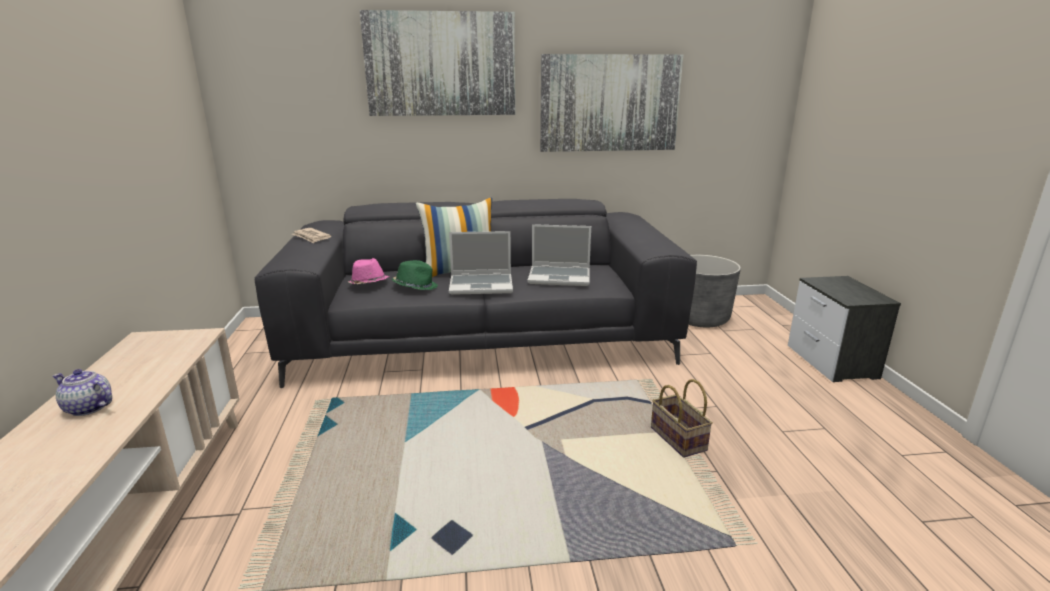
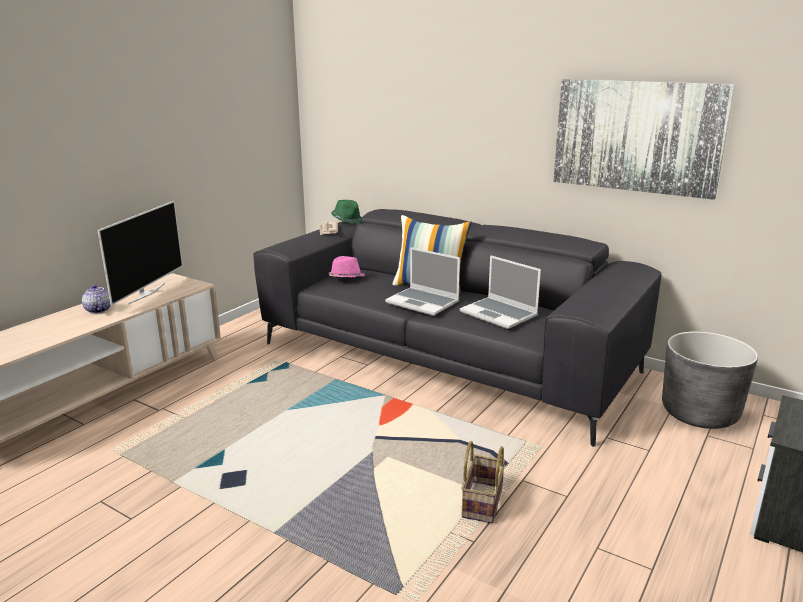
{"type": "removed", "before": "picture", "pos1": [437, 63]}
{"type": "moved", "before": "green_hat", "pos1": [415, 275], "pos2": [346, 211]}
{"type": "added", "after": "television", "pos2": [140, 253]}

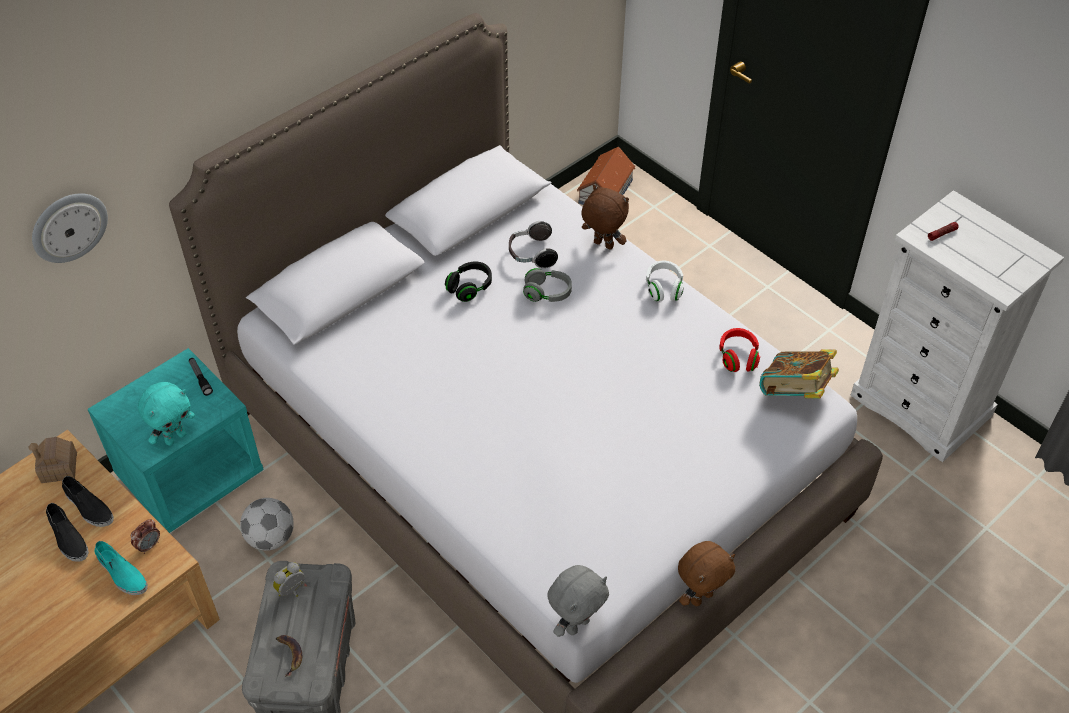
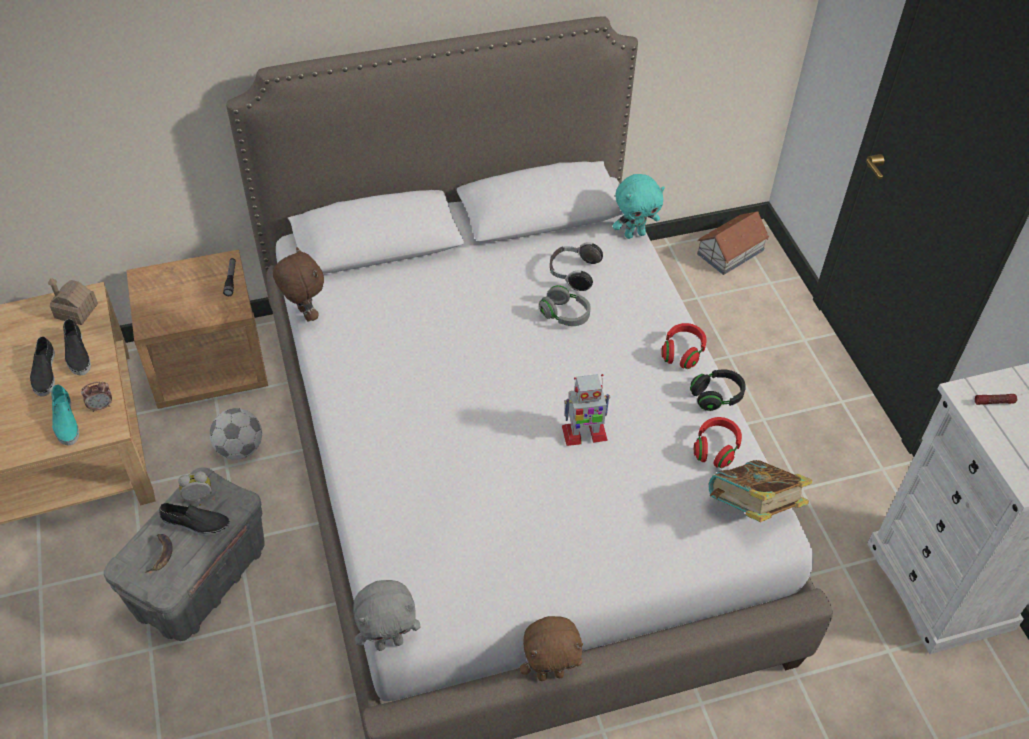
{"type": "removed", "before": "wall_clock", "pos1": [70, 228]}
{"type": "recoloured", "before": "turquoise_nightstand", "after": "brown_nightstand", "pos1": [176, 440], "pos2": [197, 329]}
{"type": "moved", "before": "turquoise_plush_toy", "pos1": [166, 414], "pos2": [638, 206]}
{"type": "moved", "before": "black_headphones", "pos1": [468, 281], "pos2": [718, 390]}
{"type": "moved", "before": "brown_plush_toy", "pos1": [605, 217], "pos2": [298, 284]}
{"type": "recoloured", "before": "white_headphones", "after": "red_headphones", "pos1": [665, 281], "pos2": [684, 346]}
{"type": "added", "after": "black_shoe", "pos2": [195, 519]}
{"type": "added", "after": "toy_robot", "pos2": [586, 410]}

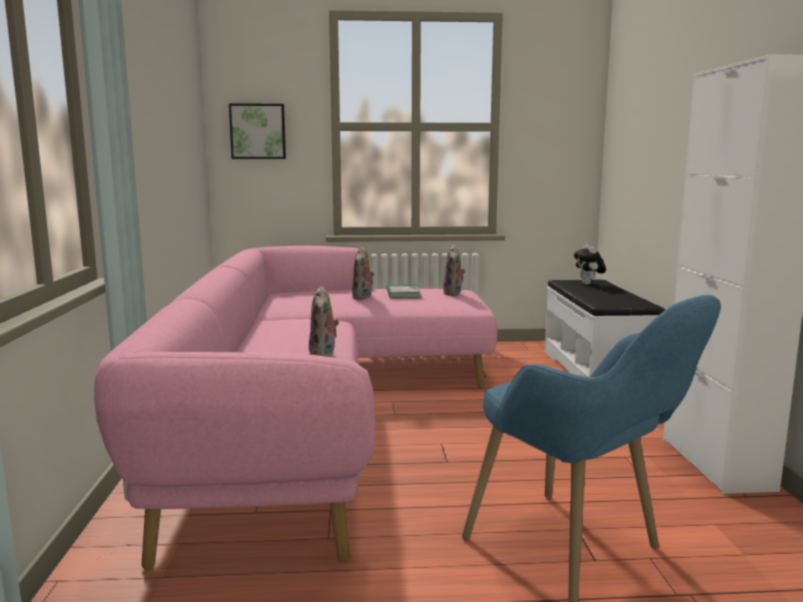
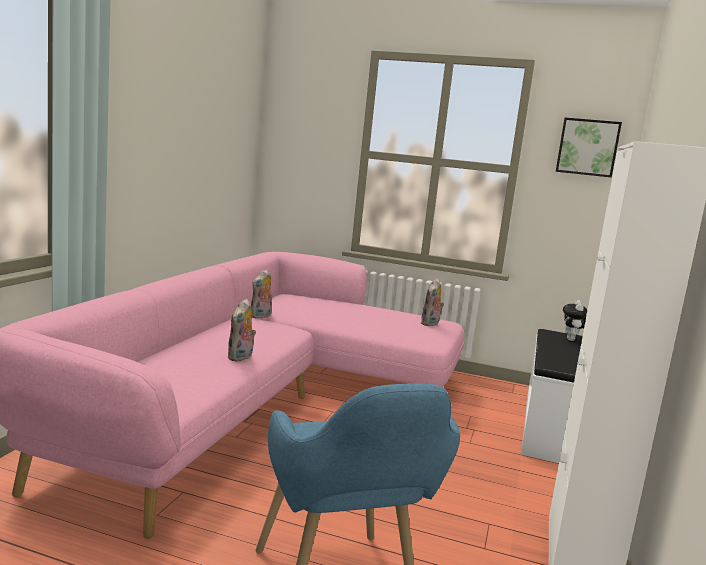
{"type": "moved", "before": "picture", "pos1": [257, 131], "pos2": [589, 148]}
{"type": "moved", "before": "plush_toy", "pos1": [363, 273], "pos2": [262, 294]}
{"type": "removed", "before": "book", "pos1": [404, 291]}

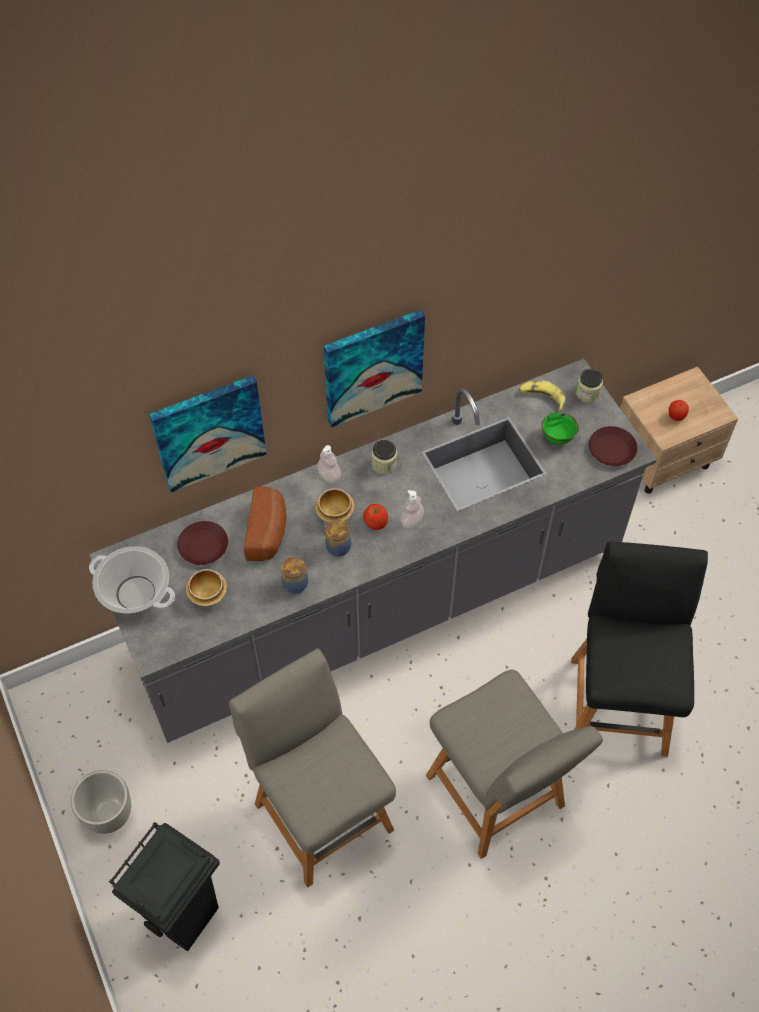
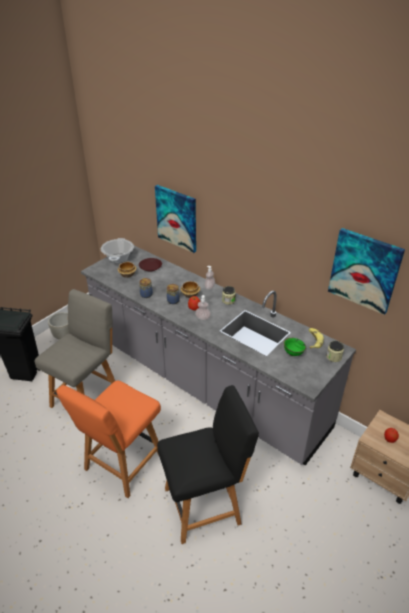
{"type": "removed", "before": "bread", "pos1": [265, 523]}
{"type": "moved", "before": "picture", "pos1": [374, 368], "pos2": [366, 271]}
{"type": "recoloured", "before": "grey_chair", "after": "orange_chair", "pos1": [514, 764], "pos2": [108, 439]}
{"type": "removed", "before": "brown_plate", "pos1": [613, 446]}

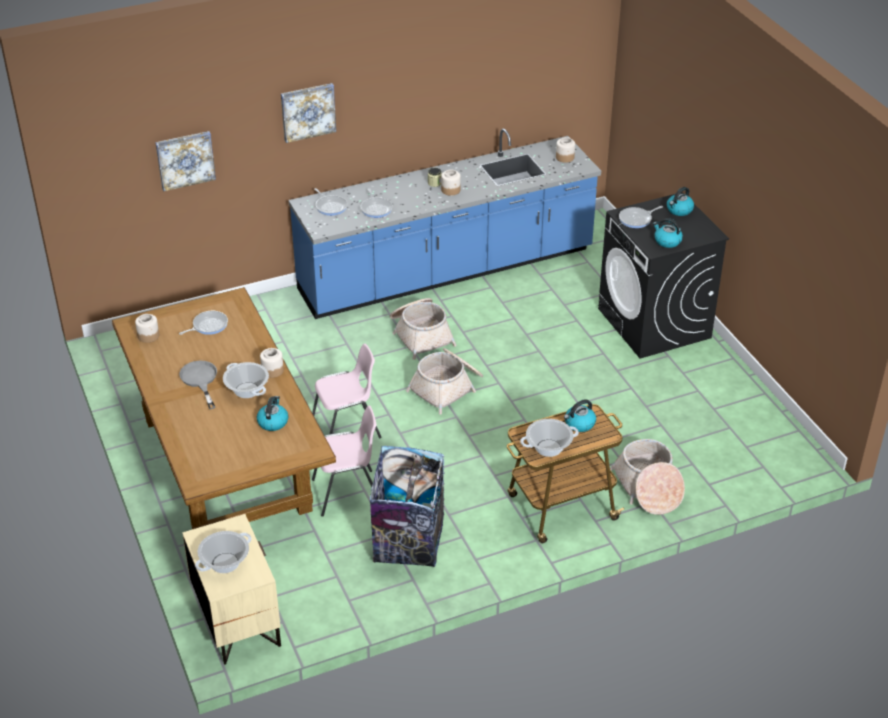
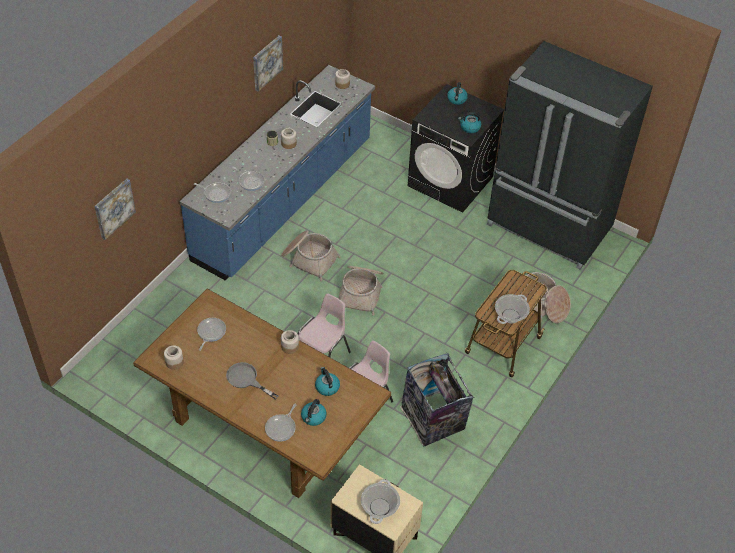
{"type": "removed", "before": "cooking_pot", "pos1": [246, 380]}
{"type": "moved", "before": "picture", "pos1": [308, 113], "pos2": [268, 64]}
{"type": "moved", "before": "kettle", "pos1": [580, 415], "pos2": [314, 412]}
{"type": "moved", "before": "frying_pan", "pos1": [641, 217], "pos2": [281, 422]}
{"type": "added", "after": "black_fridge", "pos2": [570, 155]}

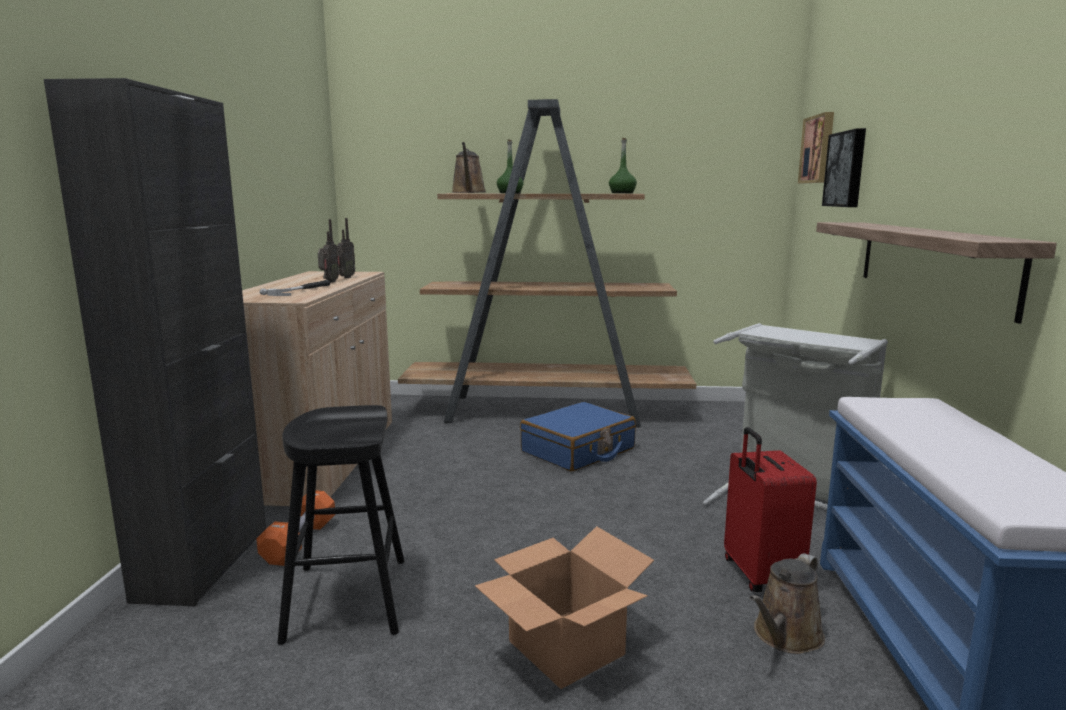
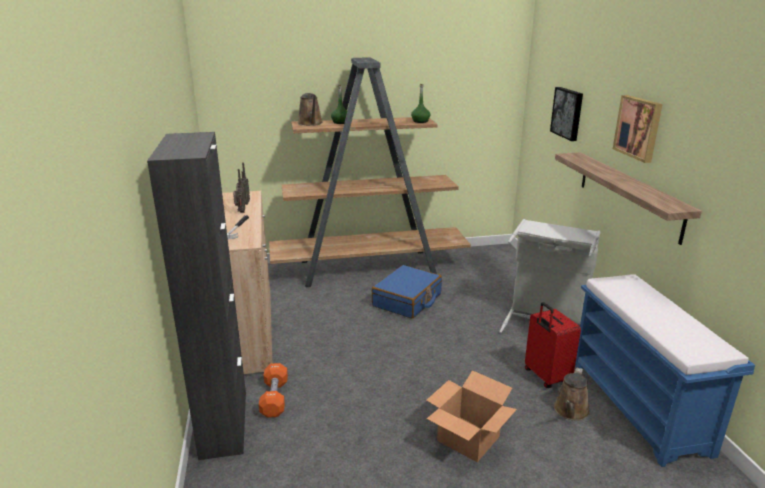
{"type": "removed", "before": "black_stool", "pos1": [340, 525]}
{"type": "moved", "before": "picture", "pos1": [816, 147], "pos2": [638, 129]}

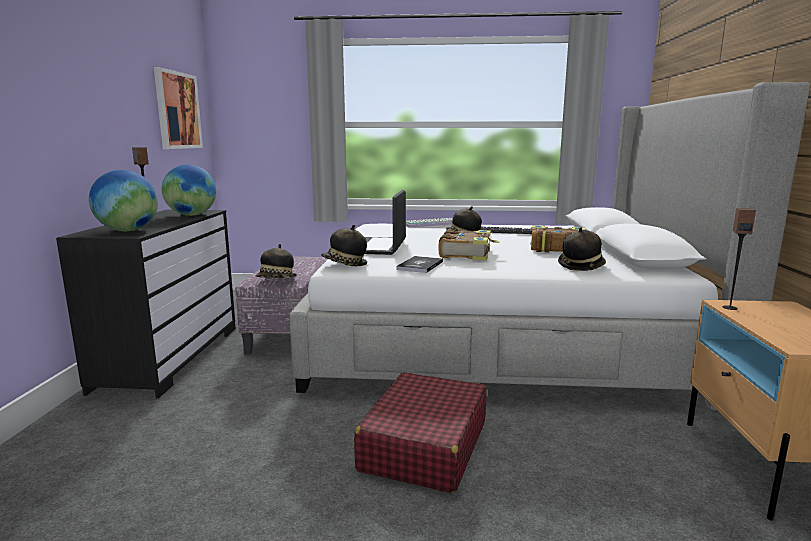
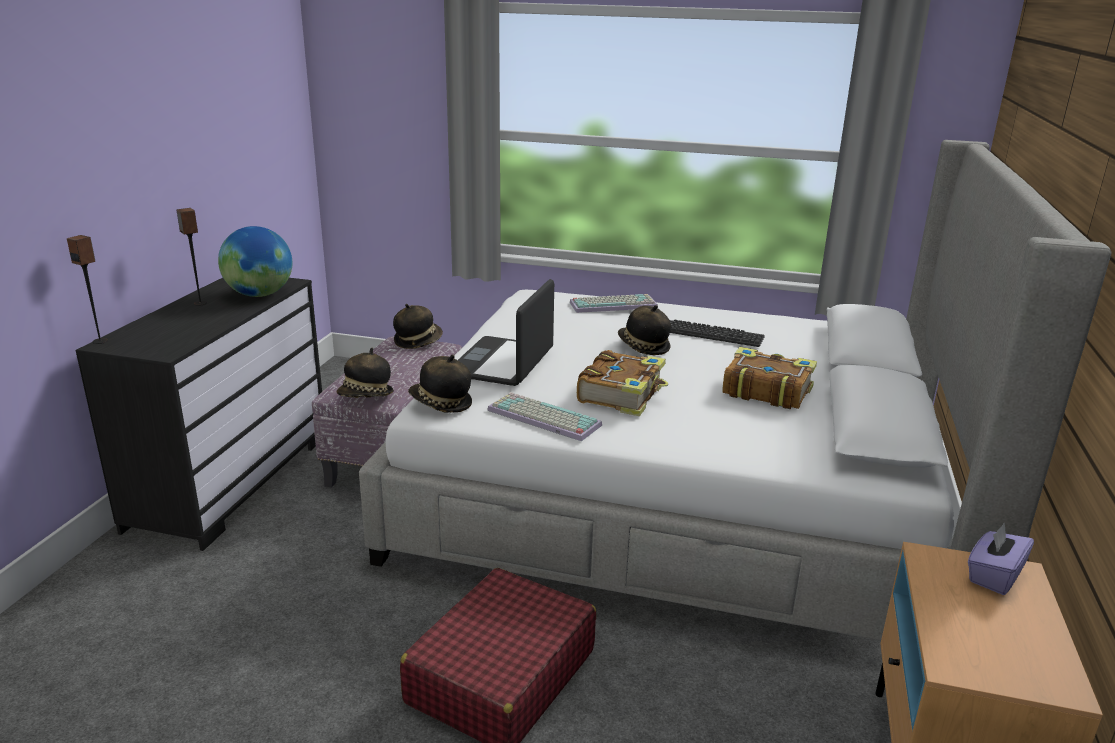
{"type": "removed", "before": "globe", "pos1": [123, 200]}
{"type": "removed", "before": "picture", "pos1": [178, 108]}
{"type": "replaced", "before": "book", "after": "keyboard", "pos1": [419, 264], "pos2": [544, 416]}
{"type": "moved", "before": "hat", "pos1": [582, 249], "pos2": [418, 326]}
{"type": "moved", "before": "speaker", "pos1": [739, 259], "pos2": [87, 289]}
{"type": "added", "after": "purple_tissue_box", "pos2": [1001, 558]}

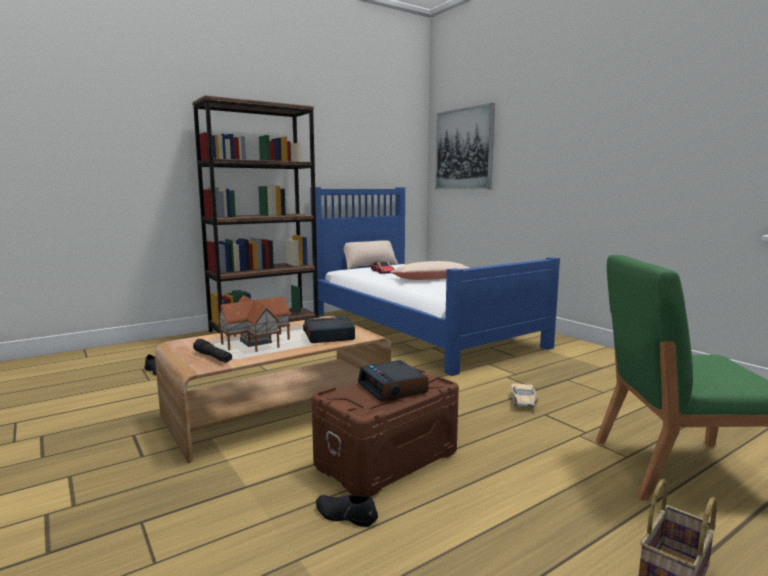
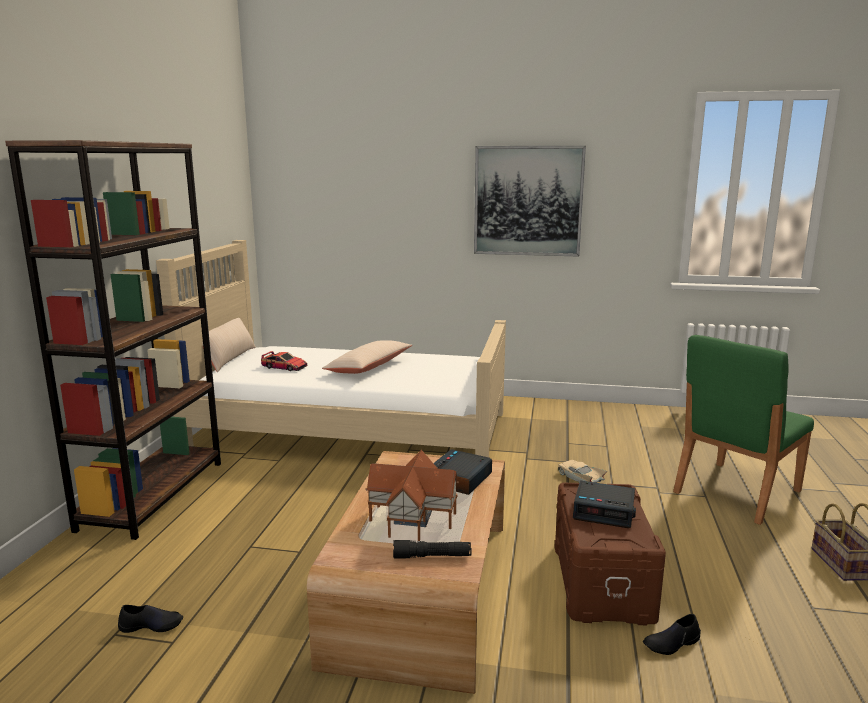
{"type": "recoloured", "before": "blue_bed", "after": "beige_bed", "pos1": [435, 281], "pos2": [331, 348]}
{"type": "moved", "before": "picture", "pos1": [465, 146], "pos2": [530, 201]}

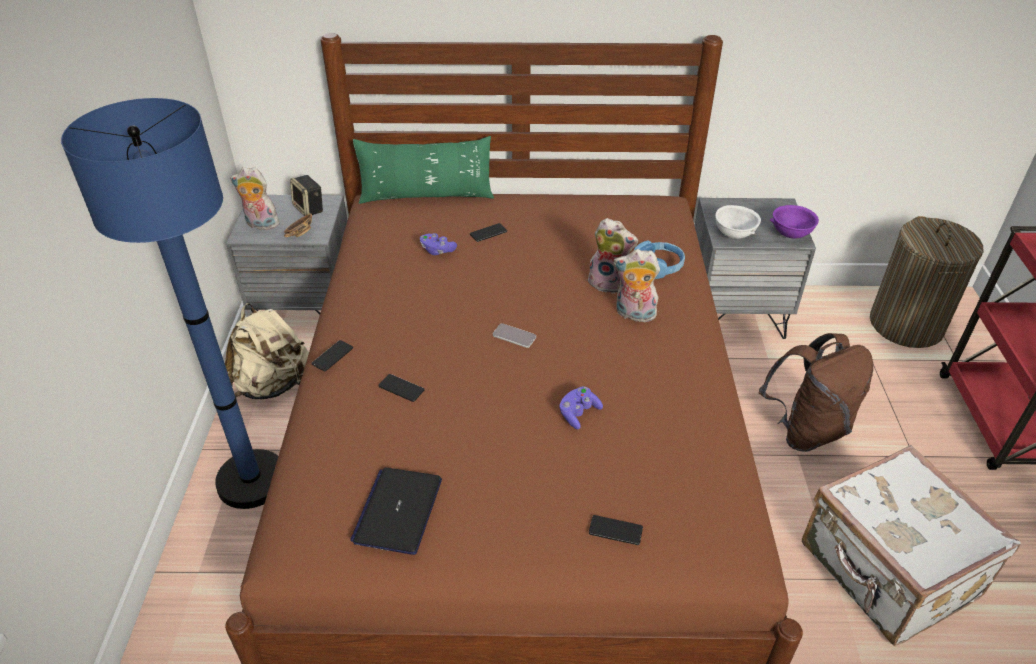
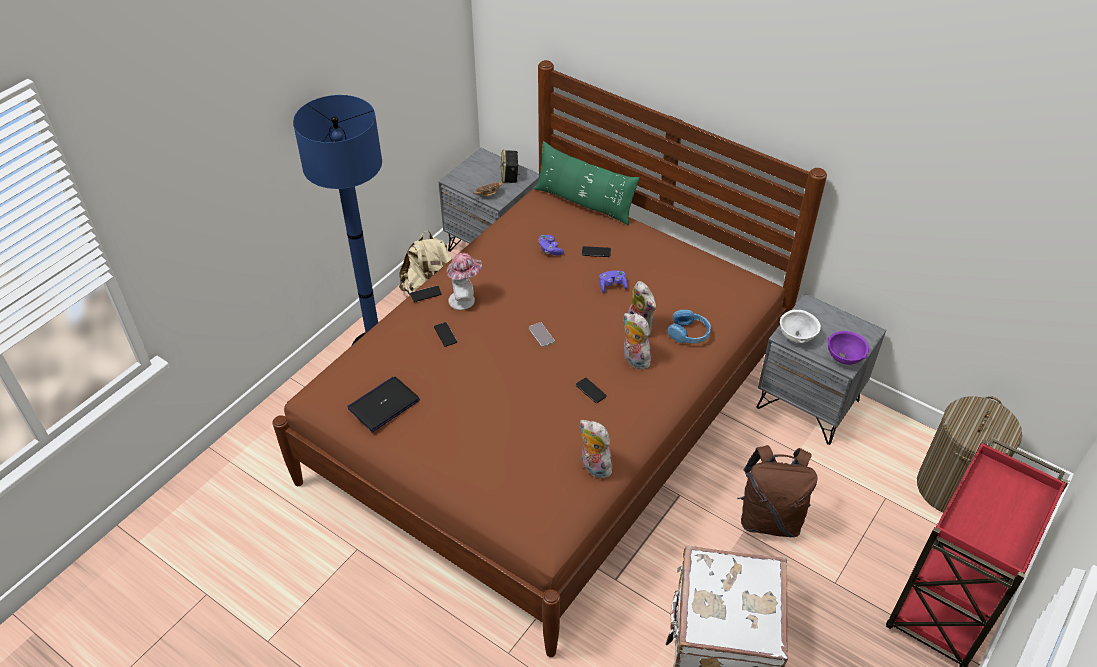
{"type": "moved", "before": "plush_toy", "pos1": [255, 198], "pos2": [596, 449]}
{"type": "moved", "before": "purple_game_controller", "pos1": [581, 407], "pos2": [613, 281]}
{"type": "moved", "before": "phone", "pos1": [616, 530], "pos2": [591, 390]}
{"type": "added", "after": "hat", "pos2": [464, 281]}

